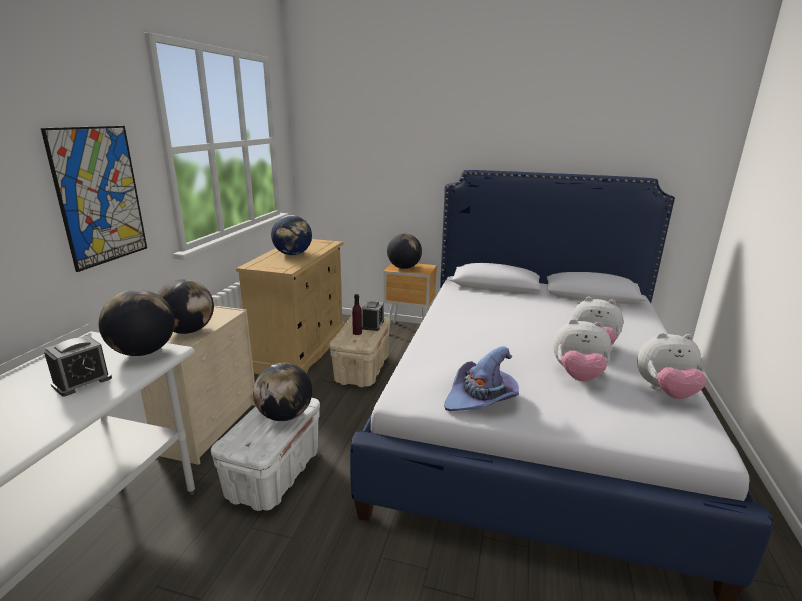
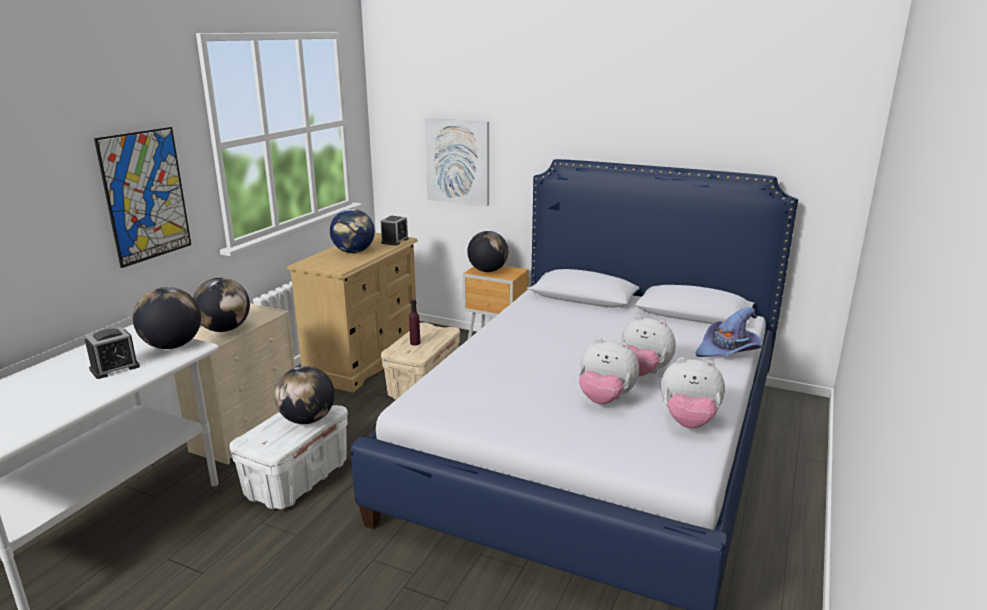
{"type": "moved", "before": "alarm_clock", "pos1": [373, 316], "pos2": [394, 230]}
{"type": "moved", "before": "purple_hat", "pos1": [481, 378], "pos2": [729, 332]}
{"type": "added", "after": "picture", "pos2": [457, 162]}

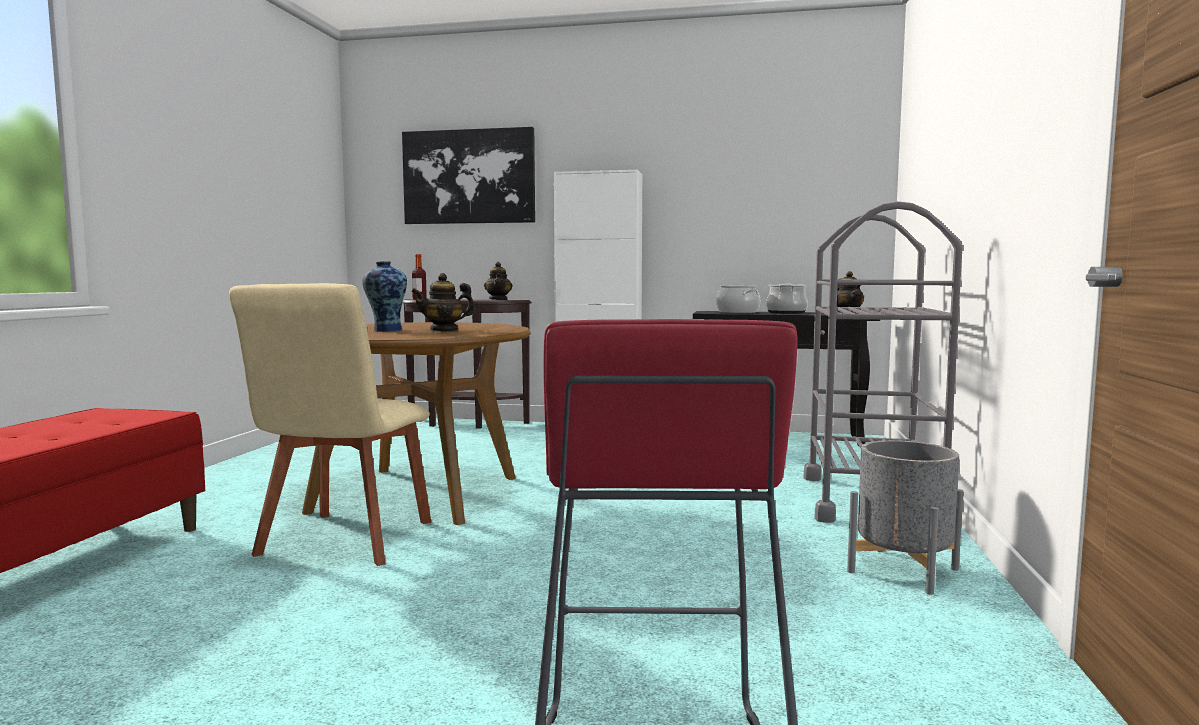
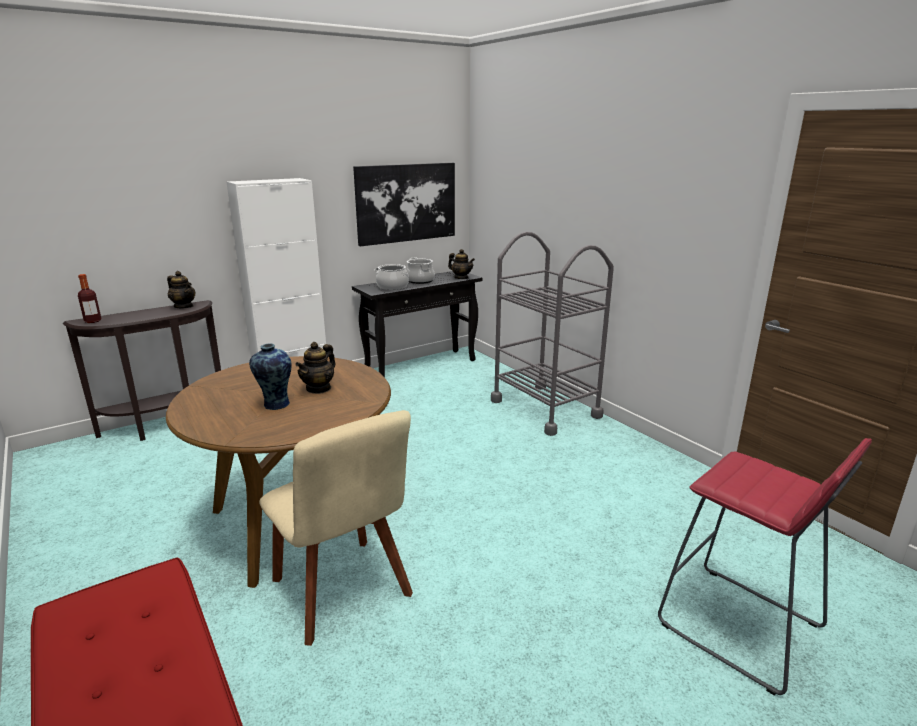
{"type": "moved", "before": "picture", "pos1": [468, 175], "pos2": [404, 204]}
{"type": "removed", "before": "grey_planter", "pos1": [905, 517]}

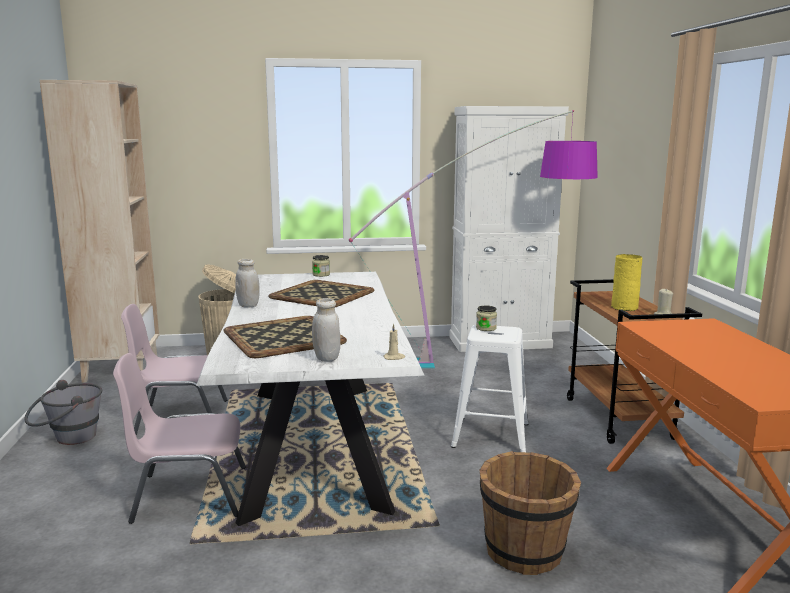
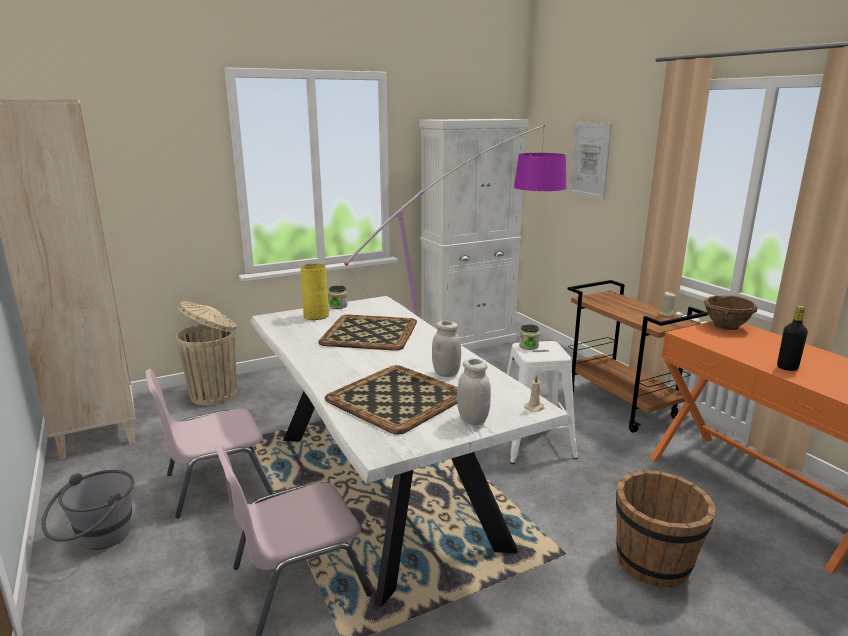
{"type": "moved", "before": "white_jar", "pos1": [247, 283], "pos2": [446, 349]}
{"type": "moved", "before": "yellow_vase", "pos1": [626, 282], "pos2": [314, 292]}
{"type": "added", "after": "picture", "pos2": [590, 161]}
{"type": "added", "after": "brown_bowl", "pos2": [730, 312]}
{"type": "added", "after": "black_bottle", "pos2": [792, 338]}

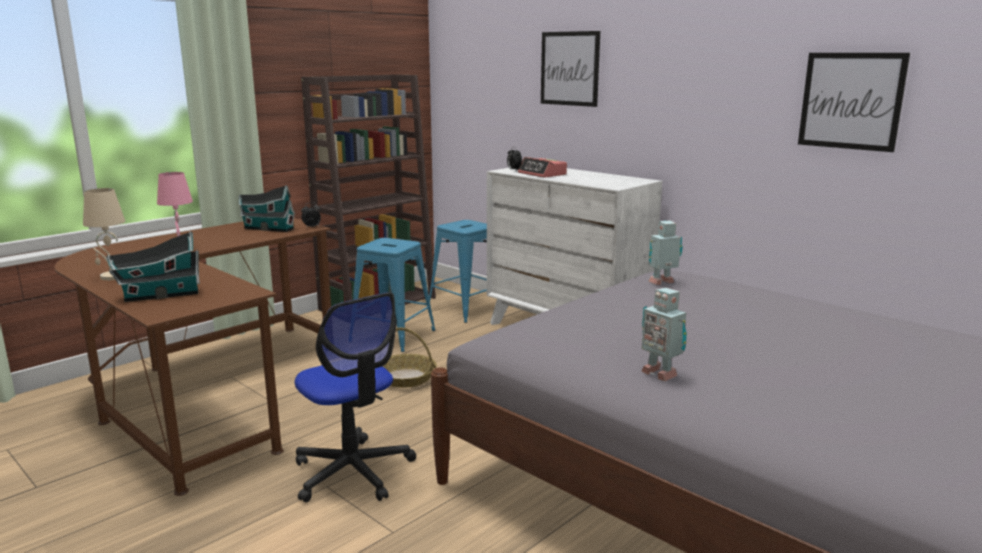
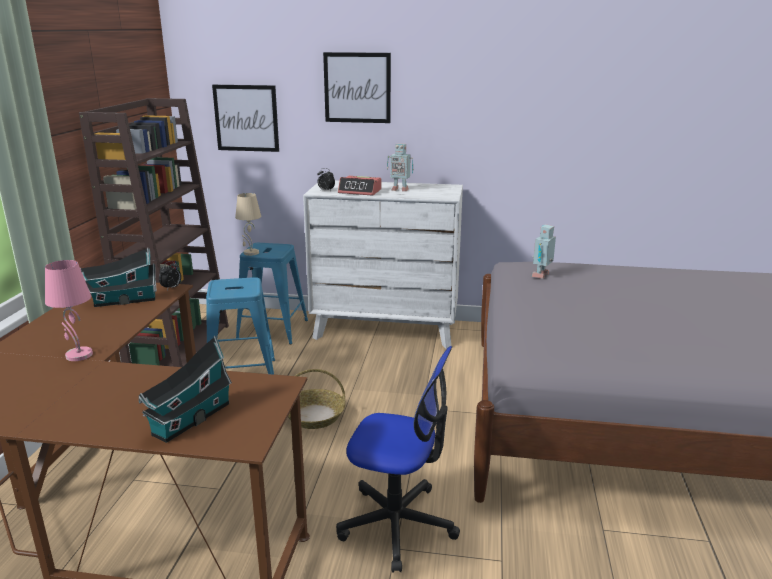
{"type": "moved", "before": "beige_table_lamp", "pos1": [104, 234], "pos2": [248, 224]}
{"type": "moved", "before": "toy_robot", "pos1": [664, 334], "pos2": [400, 167]}
{"type": "moved", "before": "picture", "pos1": [854, 102], "pos2": [245, 118]}

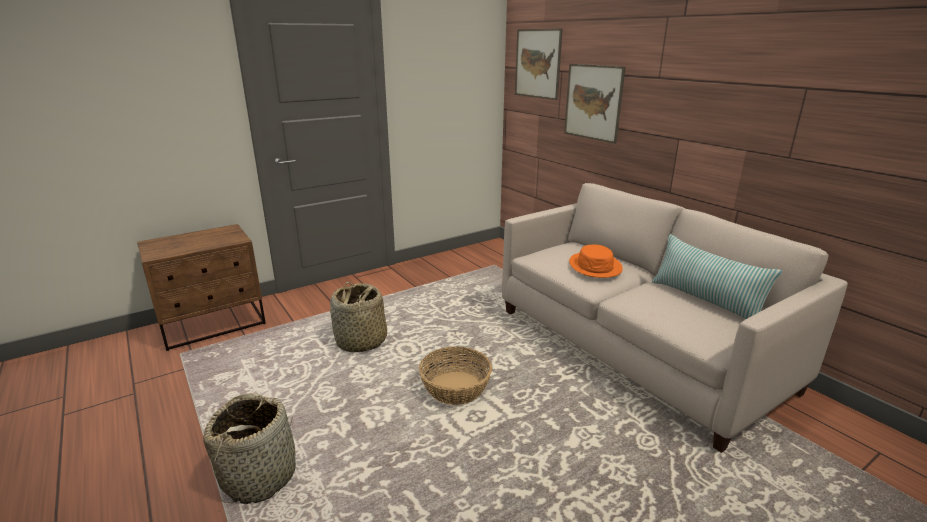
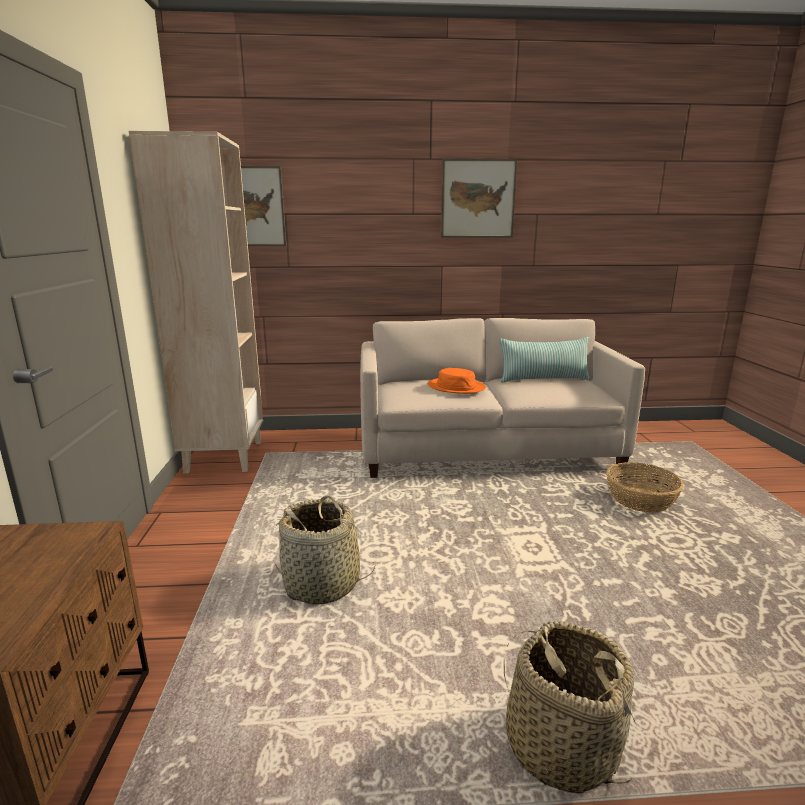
{"type": "moved", "before": "basket", "pos1": [455, 376], "pos2": [645, 487]}
{"type": "moved", "before": "picture", "pos1": [594, 104], "pos2": [479, 198]}
{"type": "added", "after": "beige_bookcase", "pos2": [196, 302]}

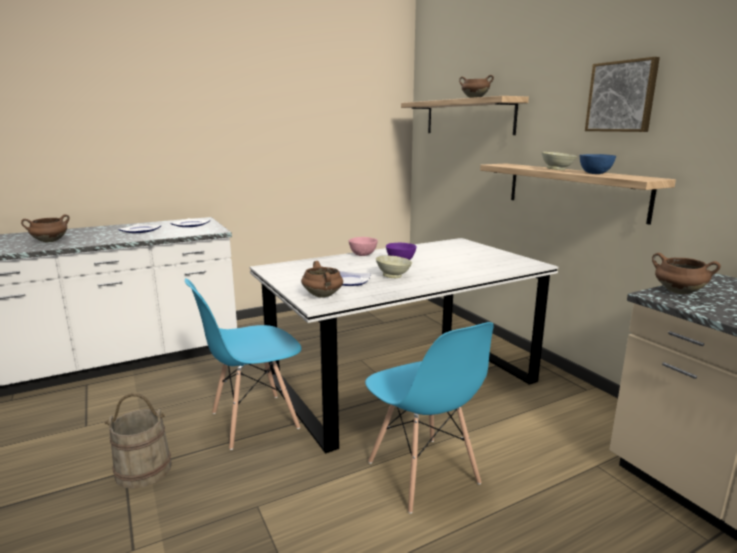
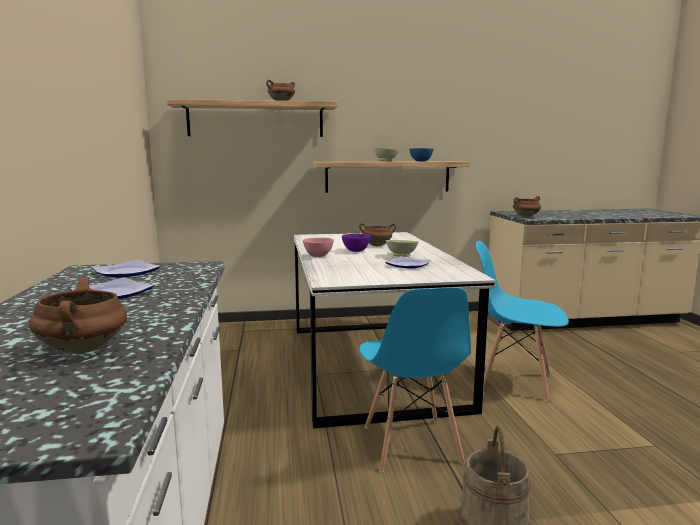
{"type": "moved", "before": "brown_cooking_pot", "pos1": [322, 279], "pos2": [377, 234]}
{"type": "turned", "before": "blue_chair", "pos1": [429, 418], "pos2": [522, 321], "turn": -150}
{"type": "removed", "before": "picture", "pos1": [622, 94]}

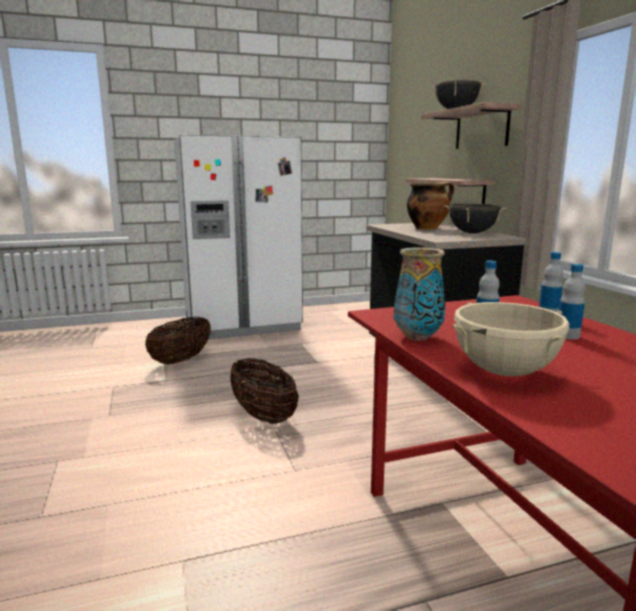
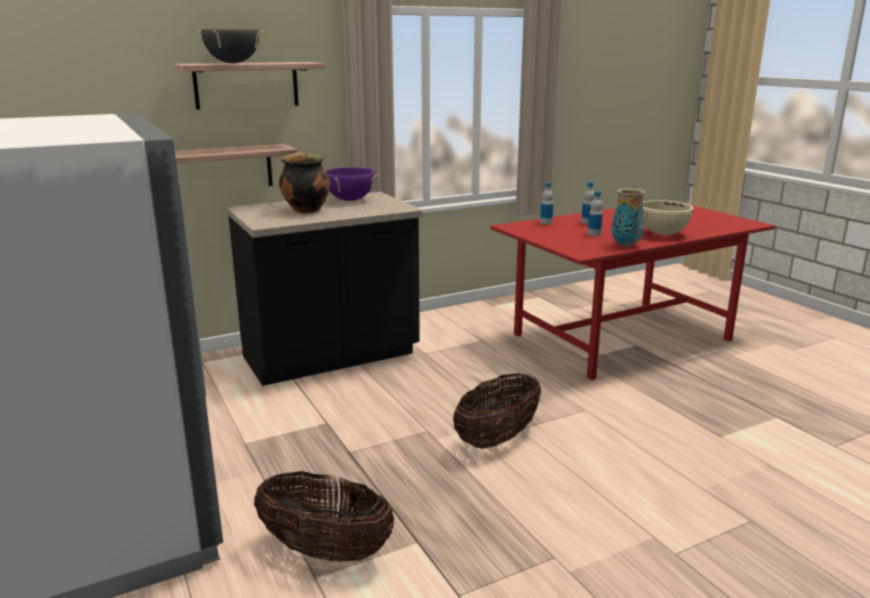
{"type": "recoloured", "before": "black_cooking_pot", "after": "purple_cooking_pot", "pos1": [475, 218], "pos2": [352, 184]}

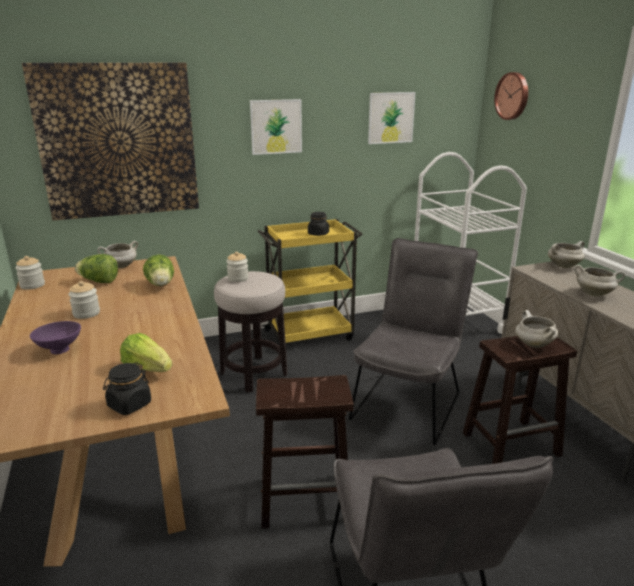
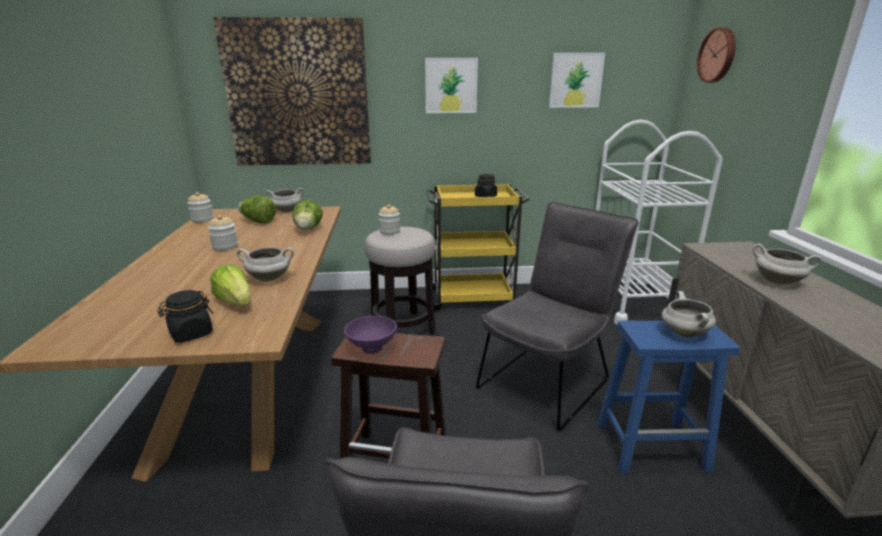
{"type": "moved", "before": "purple_bowl", "pos1": [55, 337], "pos2": [370, 335]}
{"type": "recoloured", "before": "brown_stool", "after": "blue_stool", "pos1": [520, 400], "pos2": [668, 397]}
{"type": "moved", "before": "white_cooking_pot", "pos1": [566, 254], "pos2": [265, 264]}

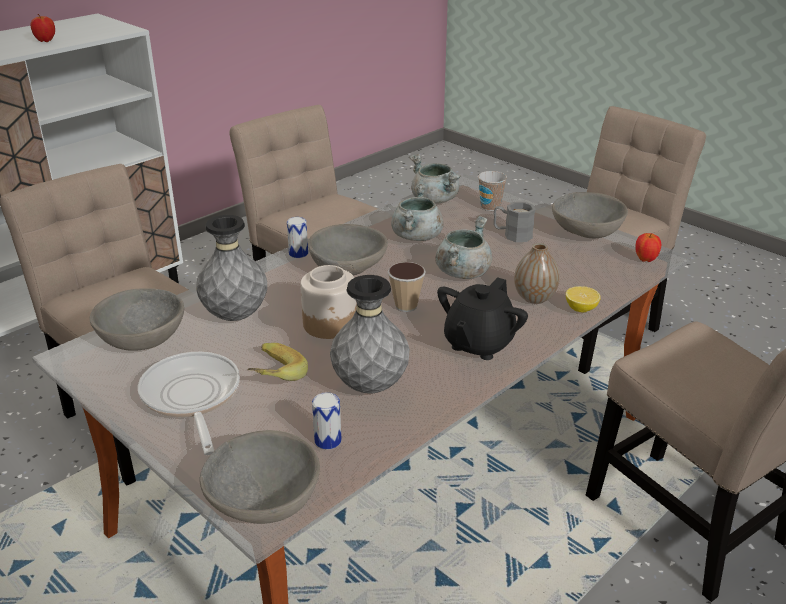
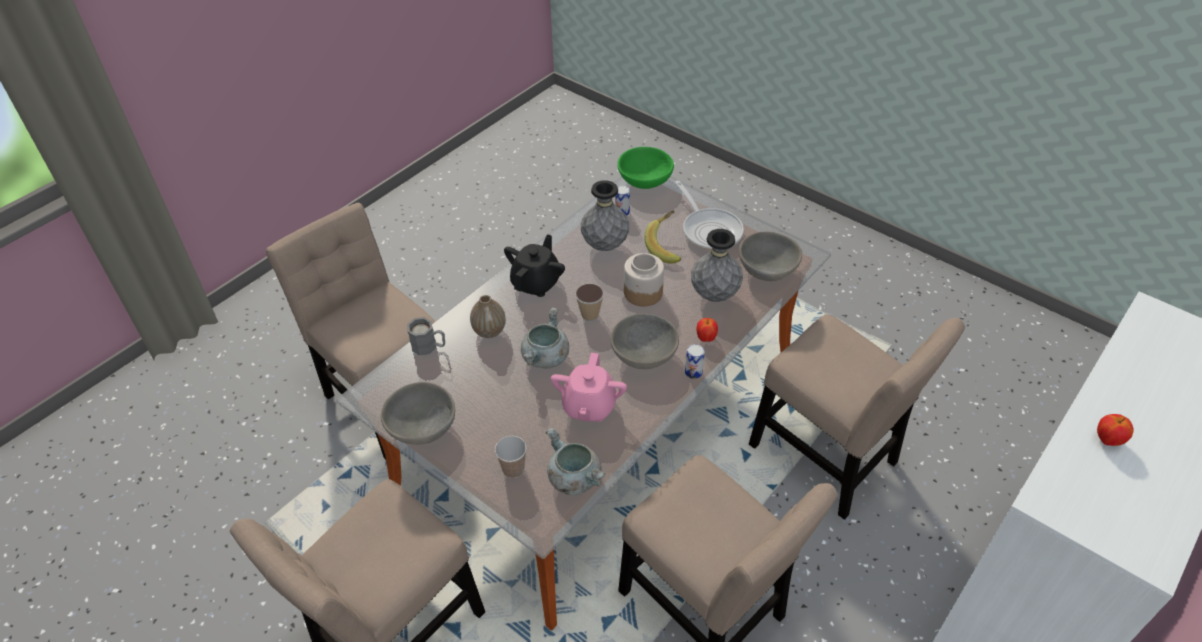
{"type": "recoloured", "before": "grey_bowl", "after": "green_bowl", "pos1": [259, 477], "pos2": [645, 168]}
{"type": "replaced", "before": "grey_cooking_pot", "after": "pink_teapot", "pos1": [417, 212], "pos2": [589, 387]}
{"type": "moved", "before": "grey_mug", "pos1": [515, 222], "pos2": [426, 336]}
{"type": "removed", "before": "lemon", "pos1": [583, 299]}
{"type": "moved", "before": "apple", "pos1": [648, 247], "pos2": [707, 330]}

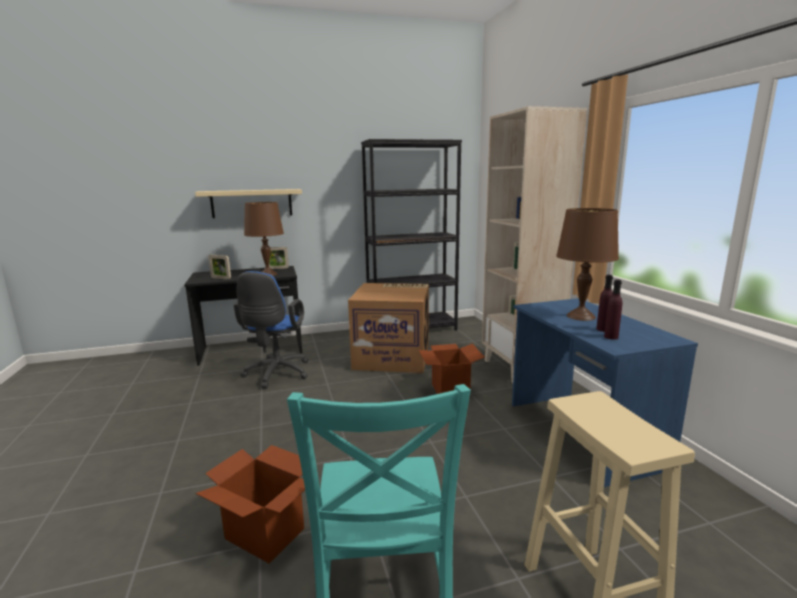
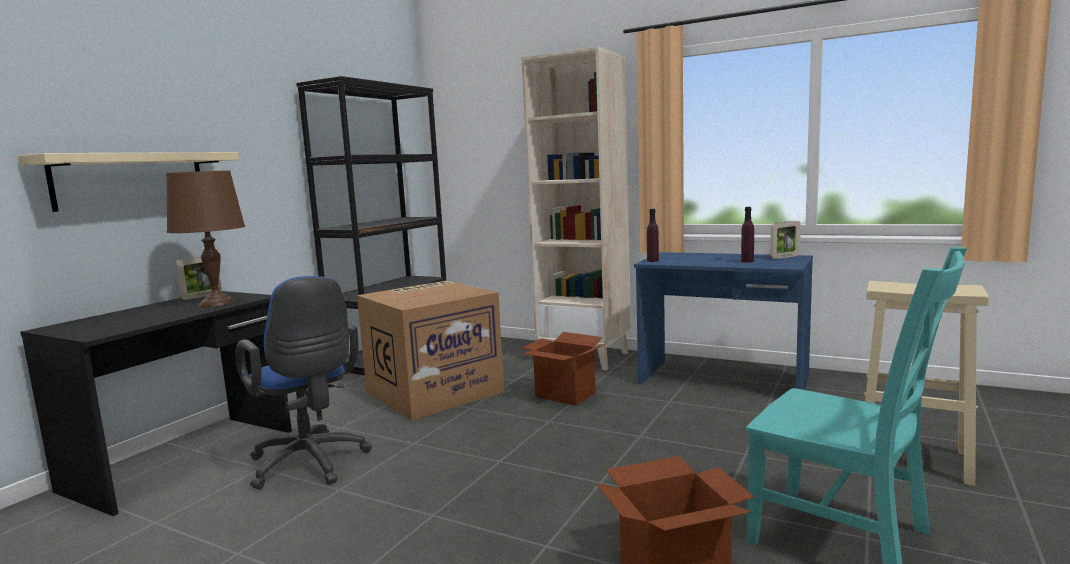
{"type": "moved", "before": "picture_frame", "pos1": [219, 267], "pos2": [785, 240]}
{"type": "removed", "before": "brown_table_lamp", "pos1": [587, 264]}
{"type": "moved", "before": "purple_bottle", "pos1": [613, 310], "pos2": [653, 235]}

